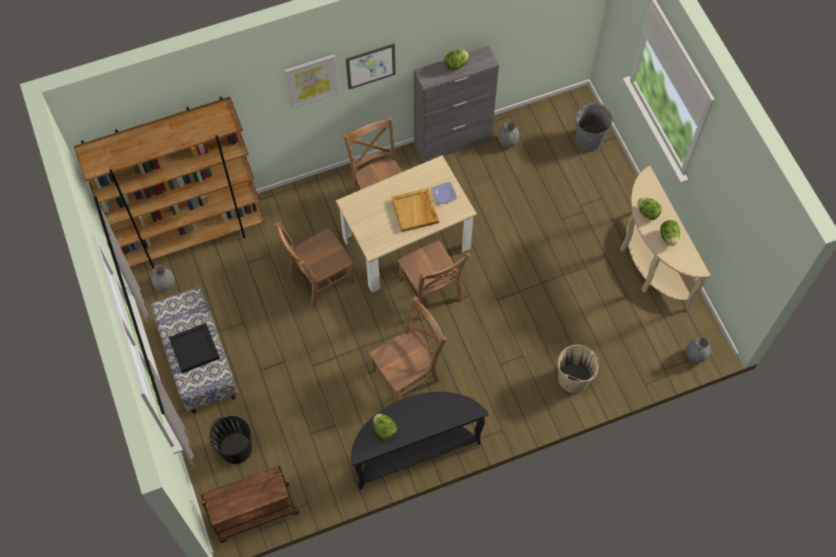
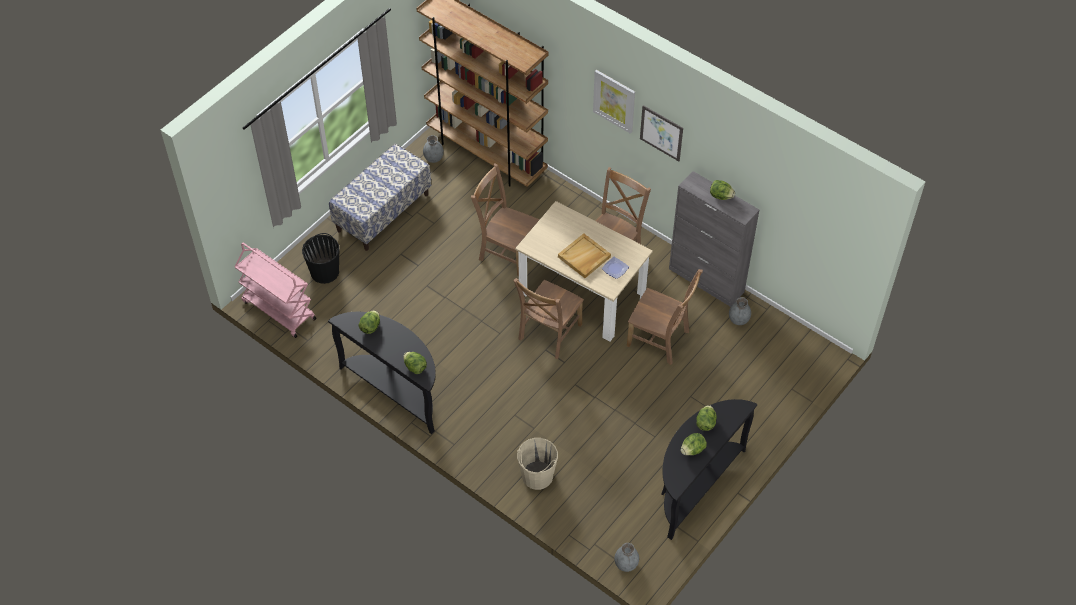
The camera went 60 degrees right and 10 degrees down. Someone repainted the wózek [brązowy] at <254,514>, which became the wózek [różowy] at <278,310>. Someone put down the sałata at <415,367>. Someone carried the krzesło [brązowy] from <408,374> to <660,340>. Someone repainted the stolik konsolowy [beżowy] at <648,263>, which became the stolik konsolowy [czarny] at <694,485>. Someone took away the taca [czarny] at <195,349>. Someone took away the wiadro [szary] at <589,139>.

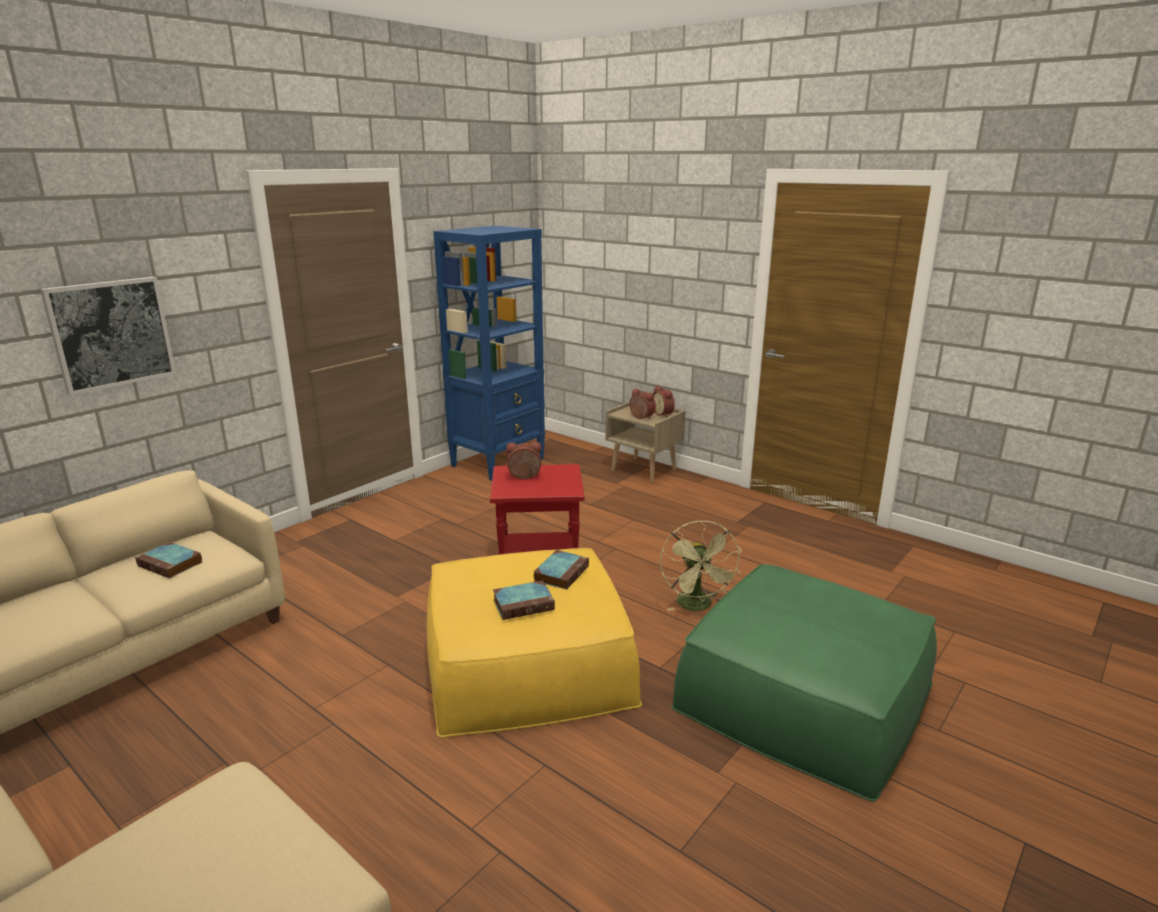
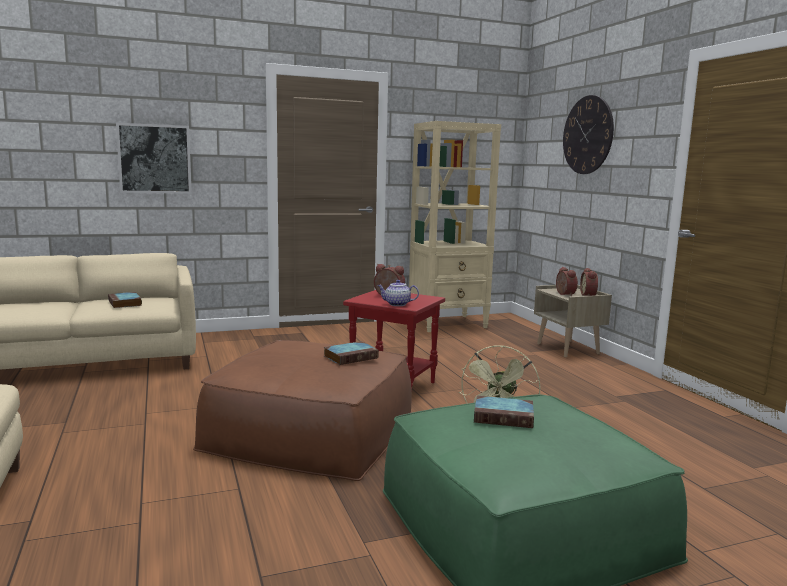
The camera went 30 degrees right and 10 degrees down. Someone repainted the pufa [żółty] at <526,661>, which became the pufa [brązowy] at <311,430>. Someone put down the imbryk at <396,304>. Someone repainted the regał [niebieski] at <498,462>, which became the regał [beżowy] at <448,324>. Someone carried the książka from <524,604> to <505,417>. Someone put up the zegar ścienny at <587,135>.

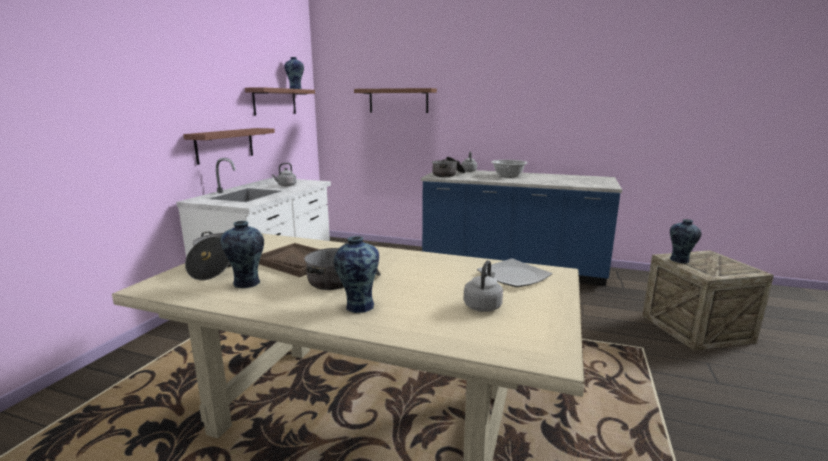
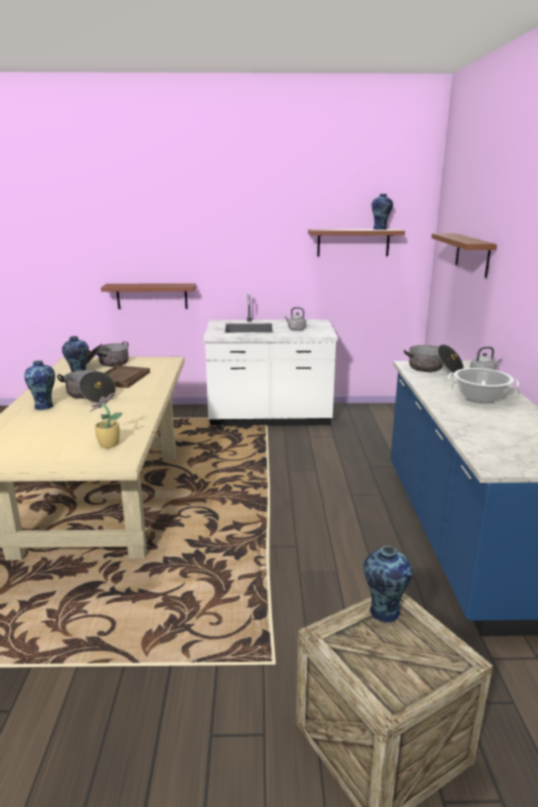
The camera went 70 degrees right and 5 degrees up. Someone swapped the talerz at <514,276> for the roślina doniczkowa at <108,445>. Someone carried the półka [brązowy] from <225,145> to <152,296>. Someone took away the czajnik [szary] at <483,305>.

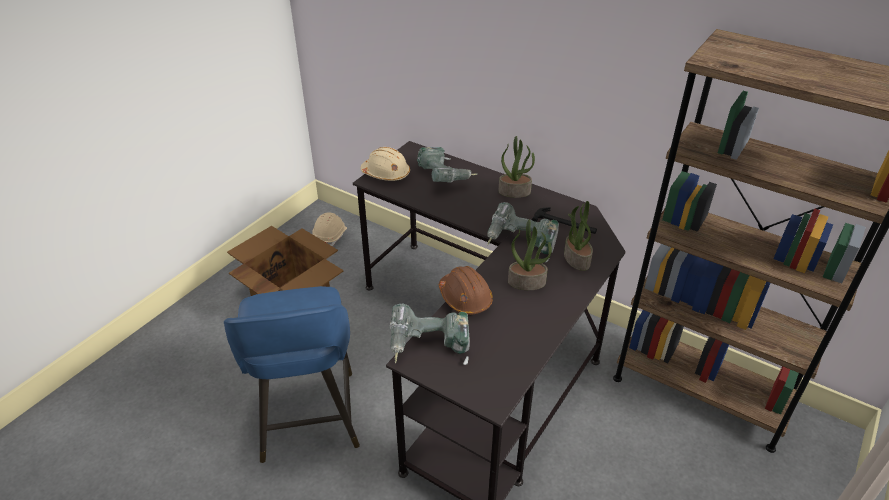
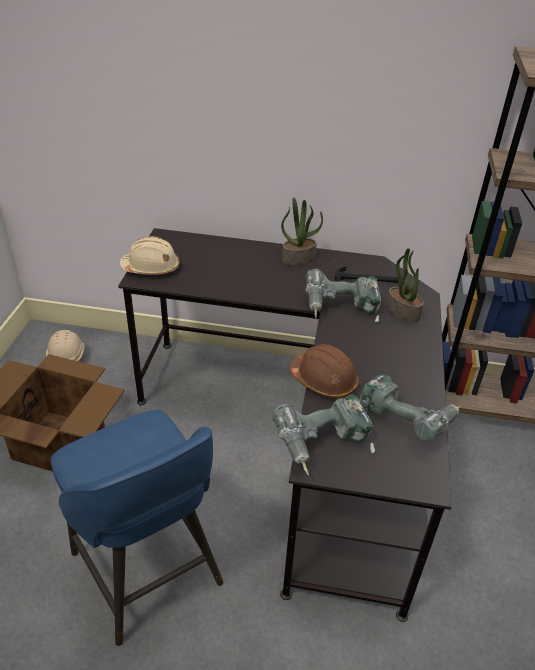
The camera went 25 degrees left and 0 degrees up. Someone carried the wiertarka from <445,177> to <406,419>. Someone took away the roślina doniczkowa at <527,282>.

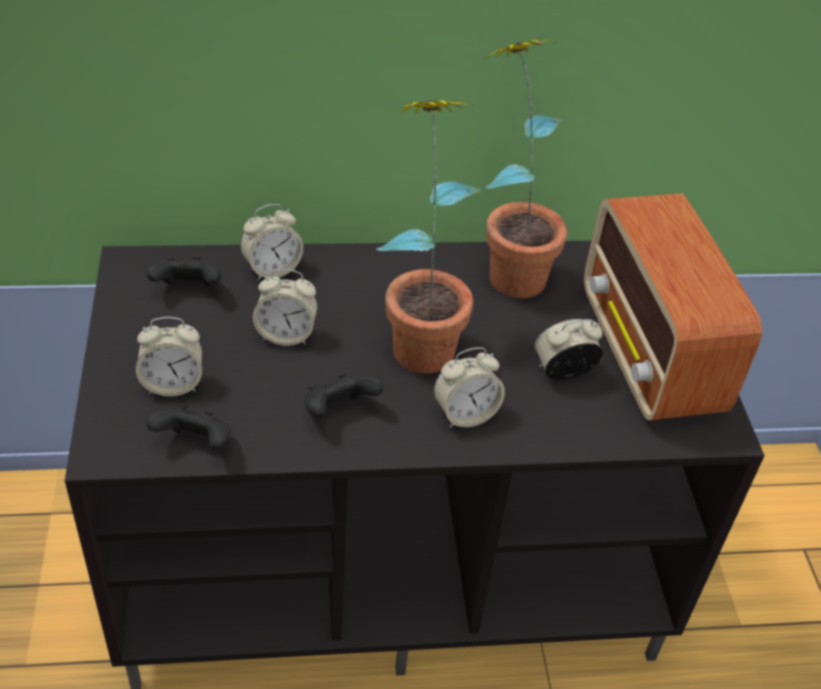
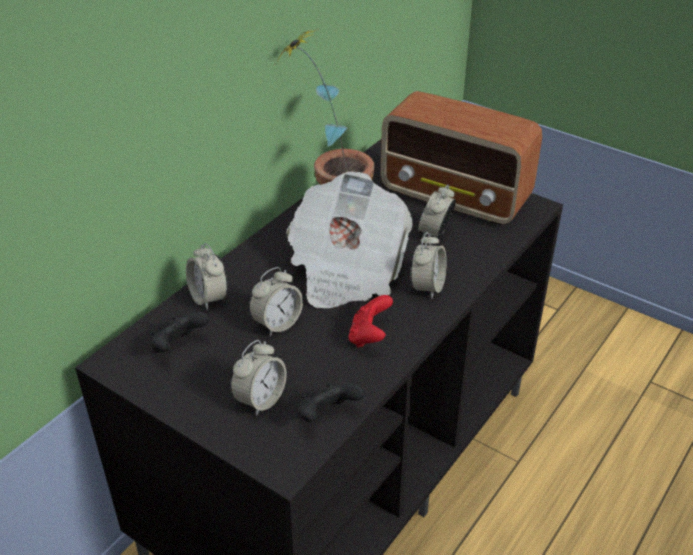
The camera went 45 degrees left and 5 degrees down. Someone rotated the budzik at <272,269> by 135 degrees clockwise. Someone swapped the roślina doniczkowa at <421,337> for the gazeta at <346,269>. Someone repainted the pad do gier [czarny] at <338,411>, which became the pad do gier [czerwony] at <369,336>.

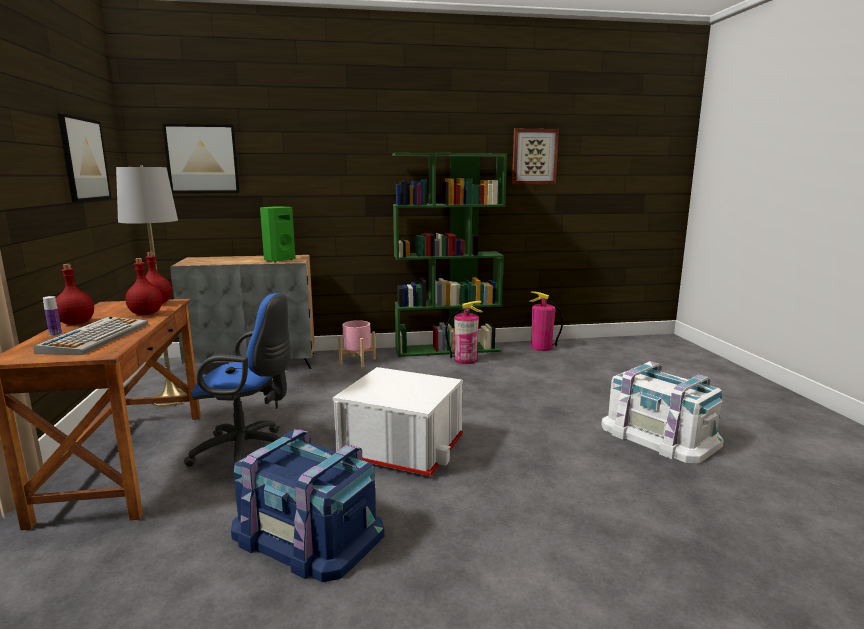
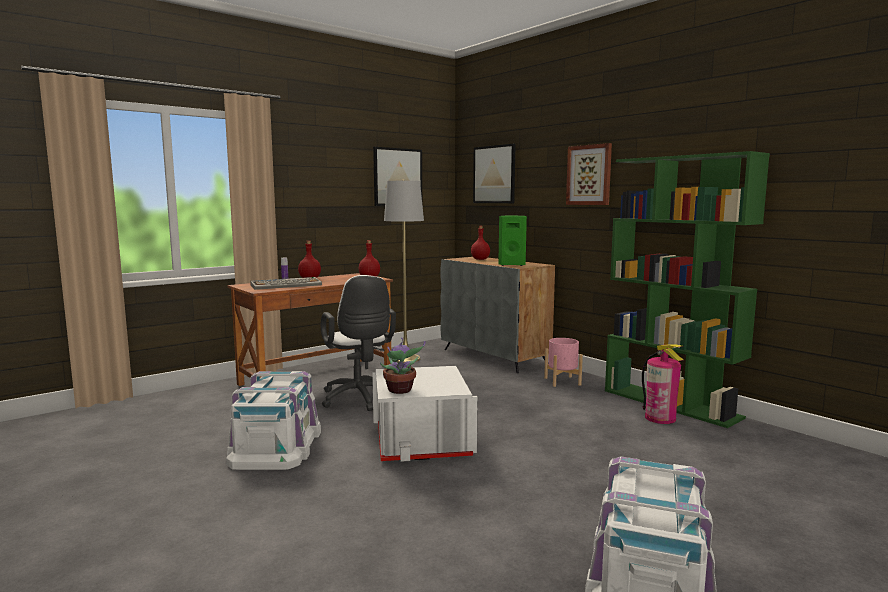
The camera went 60 degrees right and 5 degrees down. Someone repainted the pojemnik do przechowywania [niebieski] at <308,532>, which became the pojemnik do przechowywania [biały] at <277,445>. Someone repainted the krzesło biurowe [niebieski] at <249,452>, which became the krzesło biurowe [biały] at <359,399>. Someone put down the roślina doniczkowa at <400,390>. Someone carried the butelka [czerwony] from <145,314> to <480,259>. Someone carried the obraz from <534,156> to <589,175>. Someone took away the gaśnica at <541,347>.

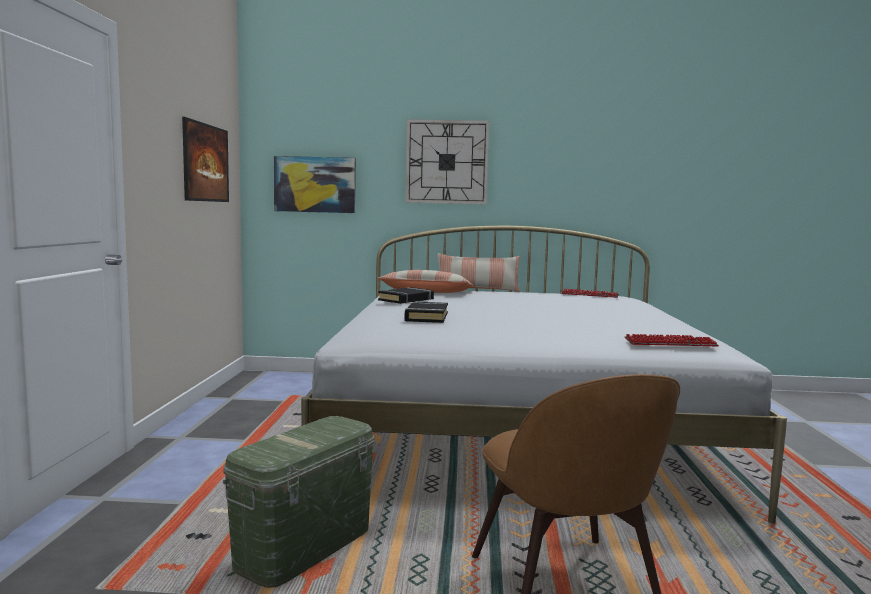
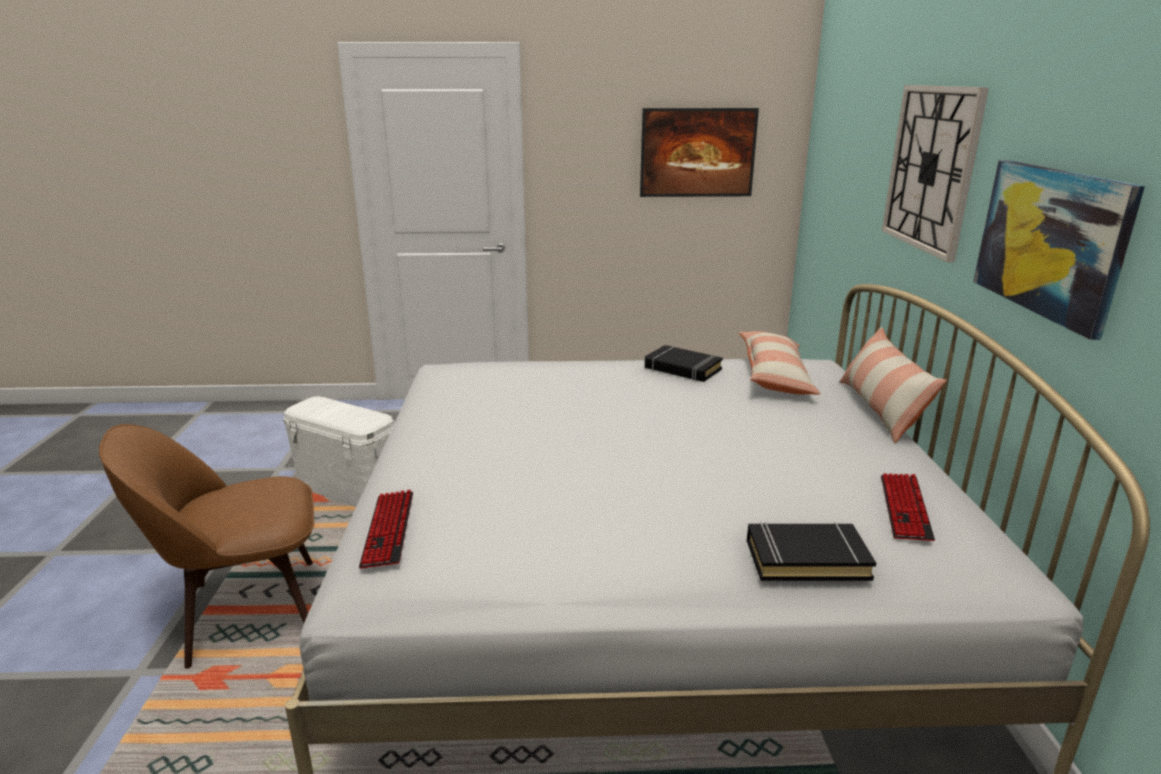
The camera went 85 degrees right and 15 degrees up. Someone repainted the pojemnik do przechowywania [zielony] at <304,548>, which became the pojemnik do przechowywania [biały] at <348,489>. Someone carried the książka [czarny] from <426,317> to <806,559>. Someone carried the obraz from <315,184> to <1050,241>.

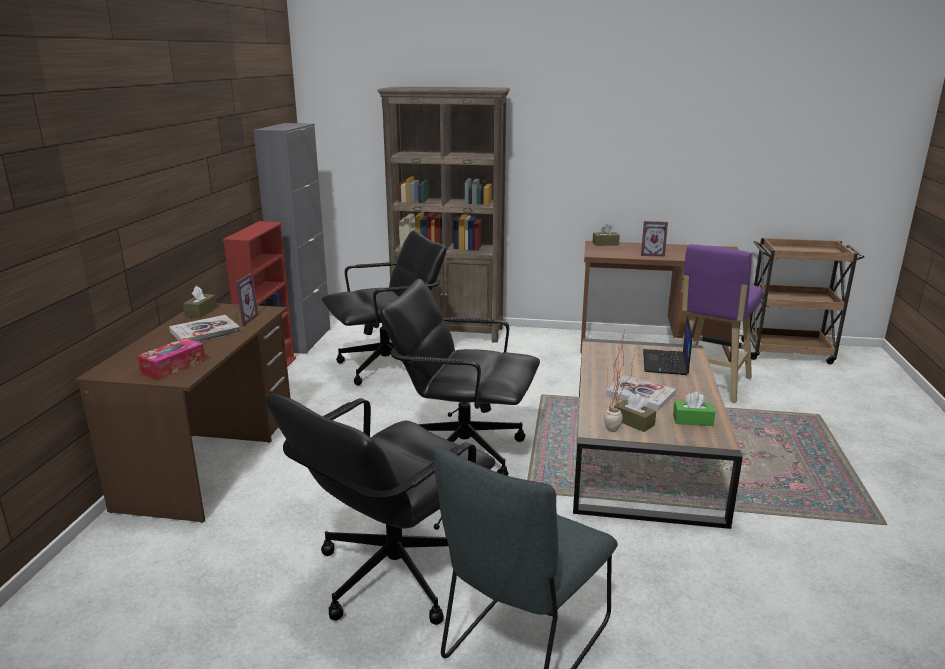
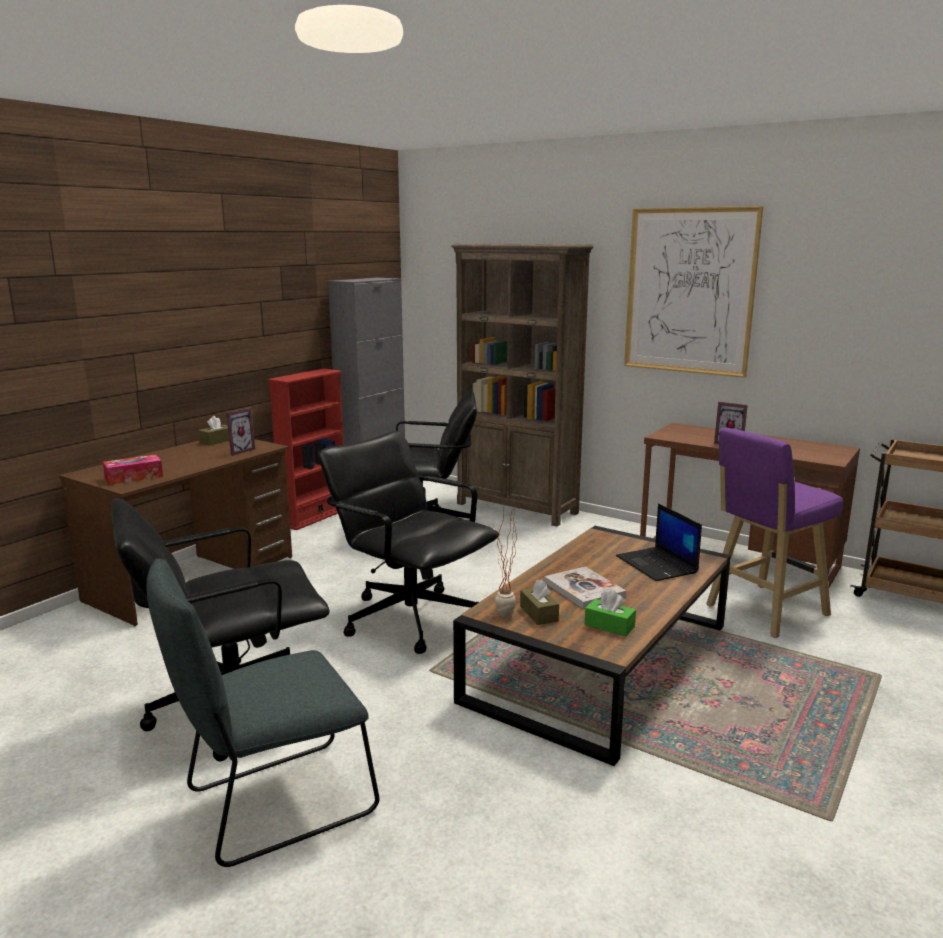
The camera went 25 degrees right and 5 degrees down. Someone rotated the laptop at <666,363> by 60 degrees counterclockwise. Someone put up the obraz at <689,291>. Someone took away the książka at <205,332>. Someone took away the pudełko chusteczek [brązowy] at <605,244>.

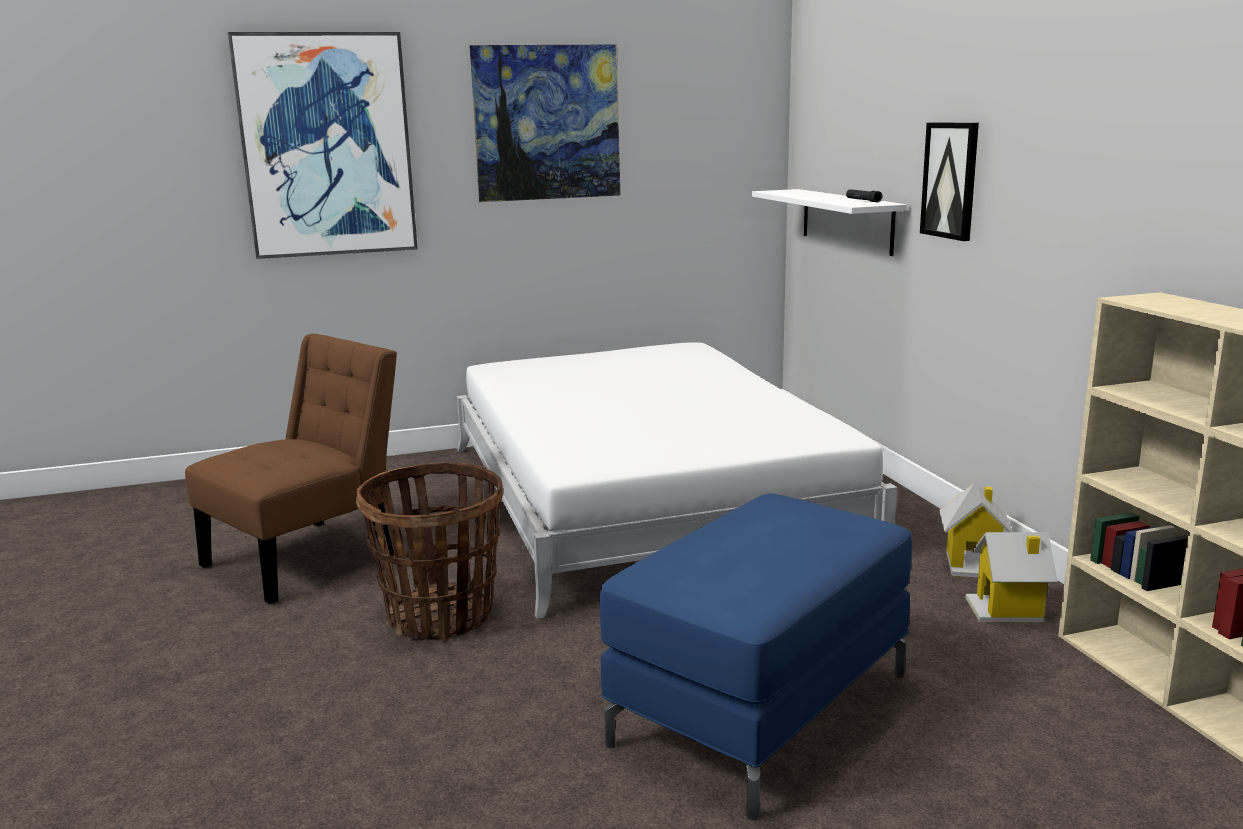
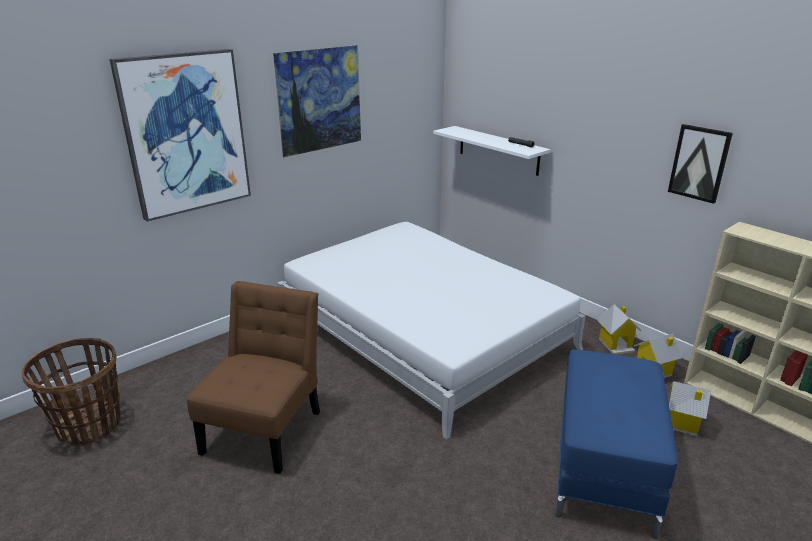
The camera went 25 degrees left and 10 degrees up. Someone carried the koszyk from <441,616> to <89,425>. Someone carried the obraz from <950,180> to <699,163>. Someone put down the domek at <680,423>.

